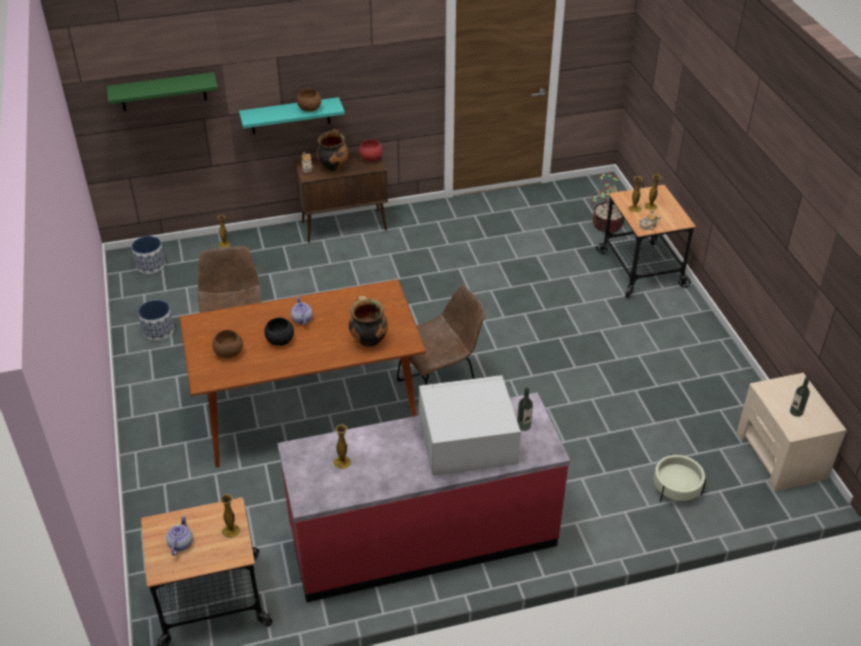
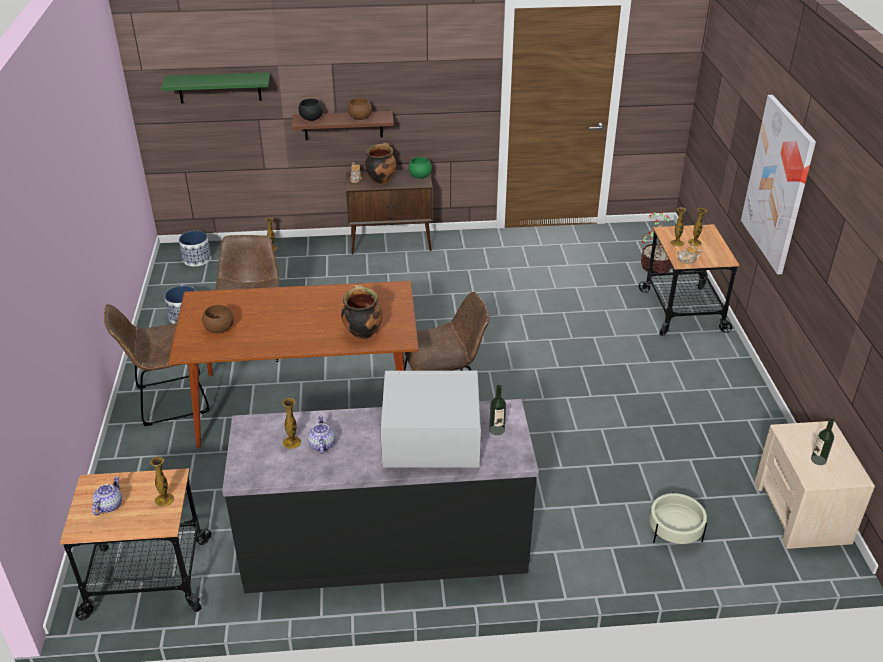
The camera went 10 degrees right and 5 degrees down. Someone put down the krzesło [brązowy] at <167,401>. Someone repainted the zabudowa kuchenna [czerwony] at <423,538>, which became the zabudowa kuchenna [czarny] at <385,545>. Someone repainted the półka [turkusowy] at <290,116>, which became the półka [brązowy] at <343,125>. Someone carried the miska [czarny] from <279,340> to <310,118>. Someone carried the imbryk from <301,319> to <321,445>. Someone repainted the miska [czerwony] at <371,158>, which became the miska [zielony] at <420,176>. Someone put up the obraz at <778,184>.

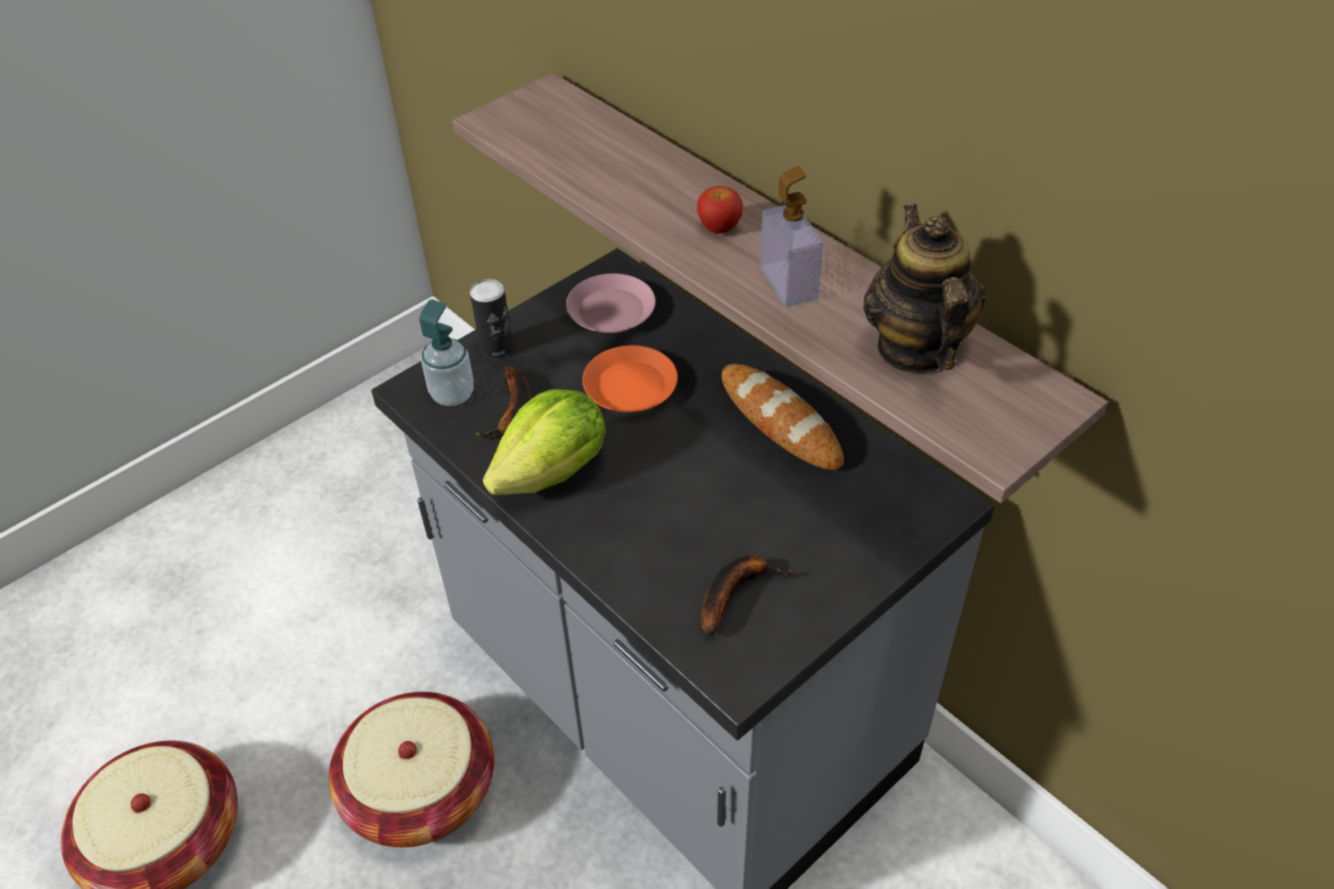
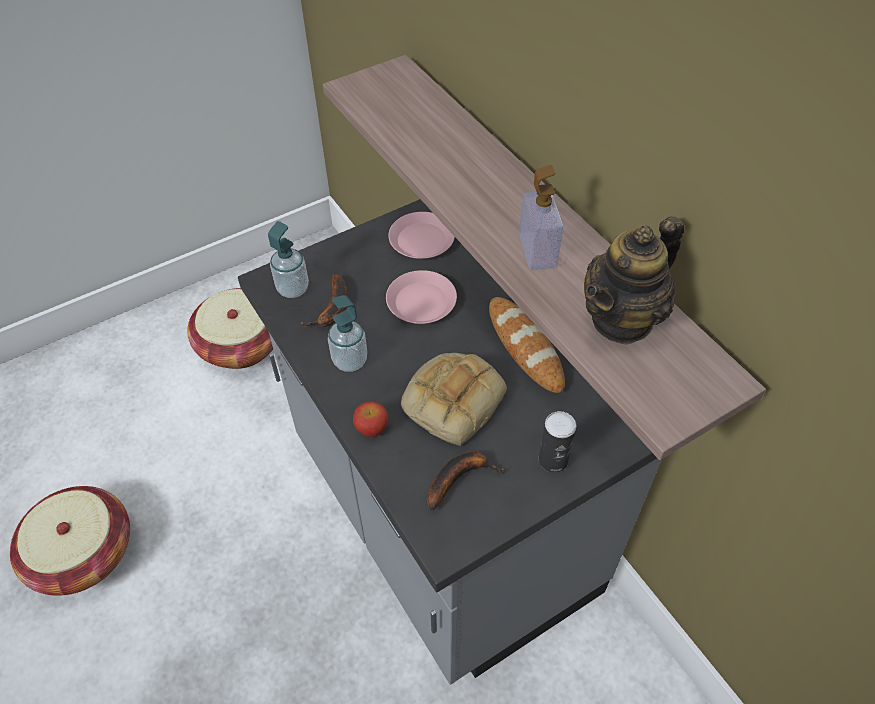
The camera went 10 degrees right and 5 degrees up. Someone carried the koszyk from <420,790> to <241,344>. Someone swapped the sałata at <553,472> for the dozownik mydła at <350,361>. Someone carried the jabłko from <719,228> to <372,429>. Someone repainted the talerz [pomarańczowy] at <630,387>, which became the talerz [różowy] at <421,302>. Someone put down the chleb at <453,399>. Someone carried the puszka from <496,347> to <553,460>. Someone rotated the imbryk at <915,348> by 135 degrees counterclockwise.

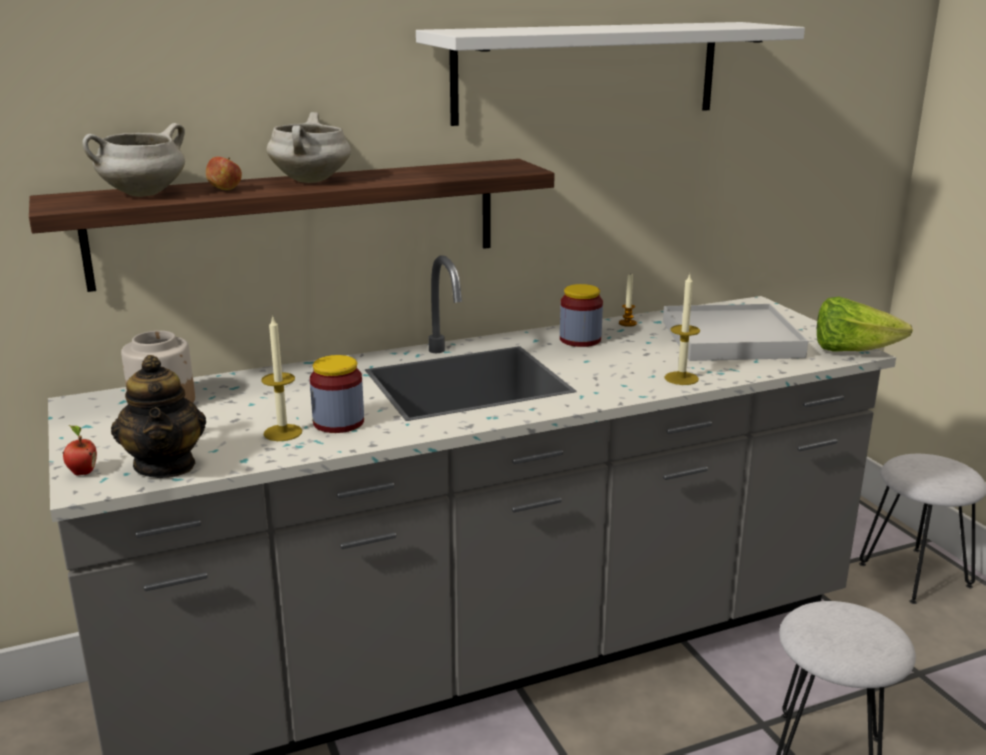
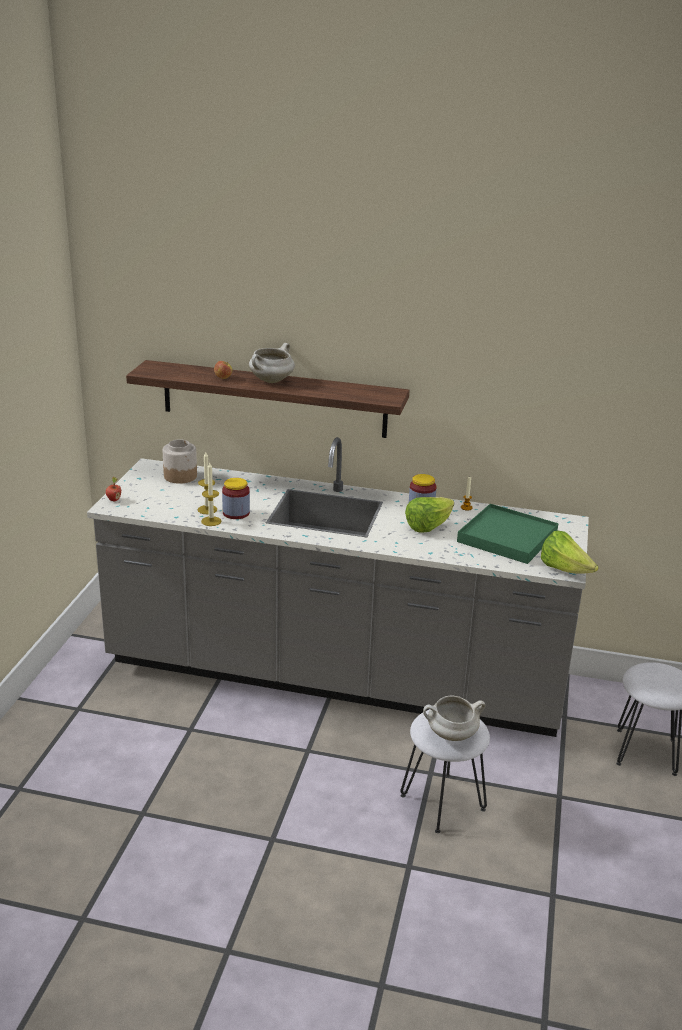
The camera went 35 degrees right and 5 degrees up. Someone carried the świeca from <681,378> to <211,521>. Someone put down the sałata at <428,526>. Someone carried the garnek [biały] from <143,194> to <451,735>. Someone repainted the taca [biały] at <730,339>, which became the taca [zielony] at <507,537>. Someone took away the imbryk at <166,465>. Someone took away the półka [biały] at <587,72>.

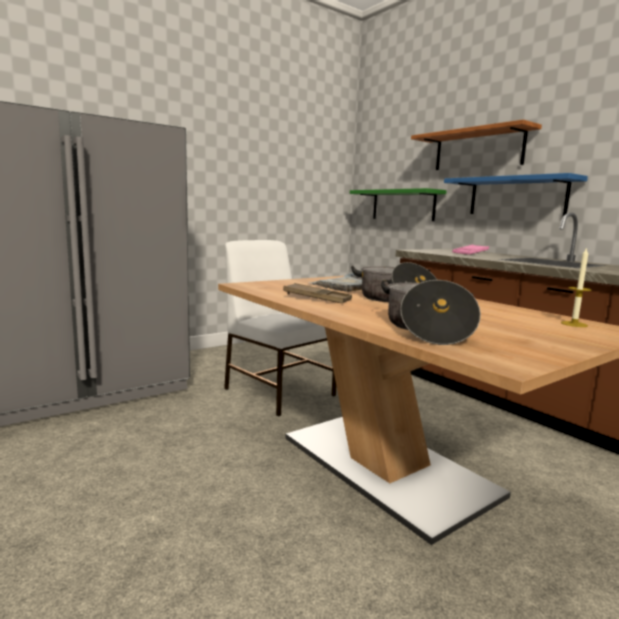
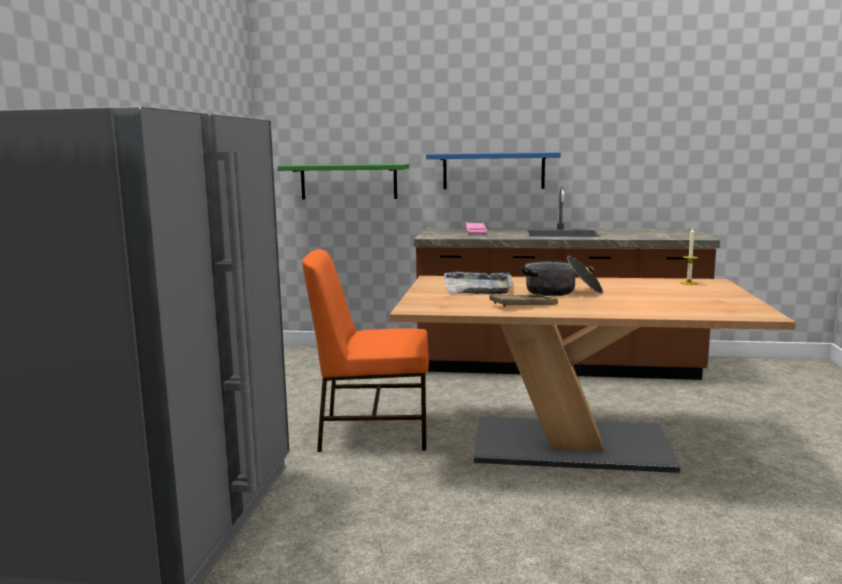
The camera went 45 degrees left and 0 degrees up. Someone repainted the krzesło [biały] at <279,391>, which became the krzesło [pomarańczowy] at <372,431>. Someone took away the garnek at <426,329>. Someone took away the półka at <478,150>.

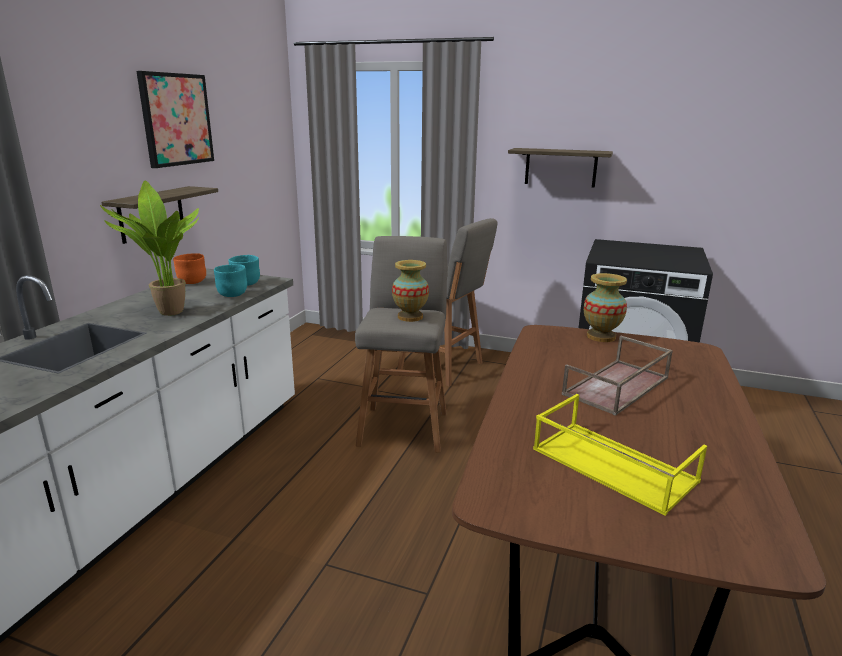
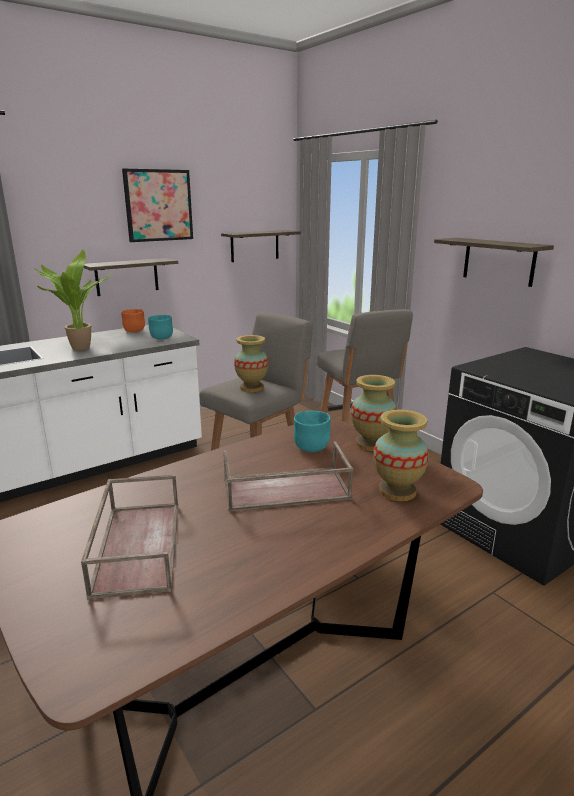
The camera went 35 degrees right and 0 degrees up. Someone repainted the taca [żółty] at <610,465>, which became the taca [brązowy] at <136,545>. Someone put up the półka at <255,246>. Someone carried the miska [turkusowy] from <232,294> to <311,447>. Someone put down the wazon at <397,491>.

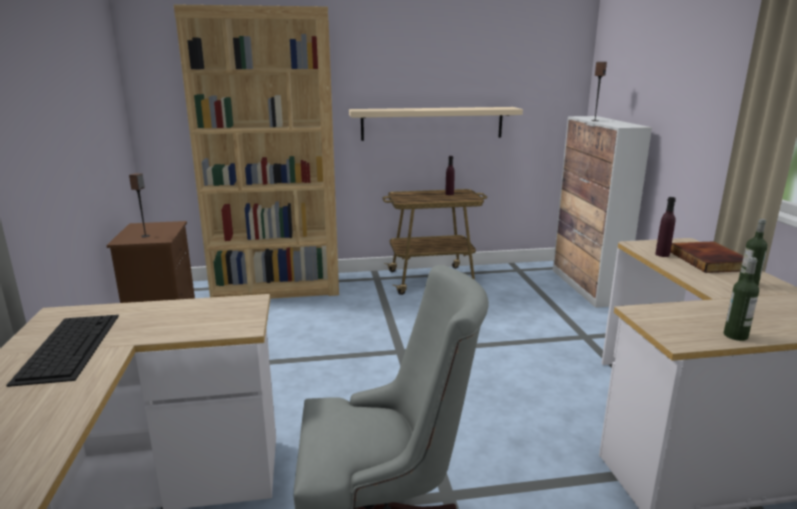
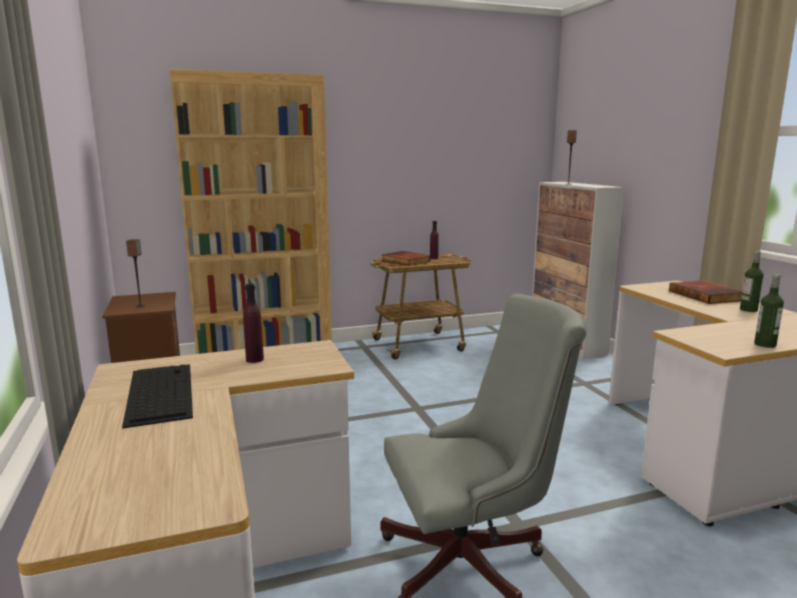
The camera went 10 degrees left and 5 degrees down. Someone carried the butelka [fioletowy] from <662,254> to <254,359>. Someone put down the książka at <404,261>. Someone took away the półka [beżowy] at <432,123>.

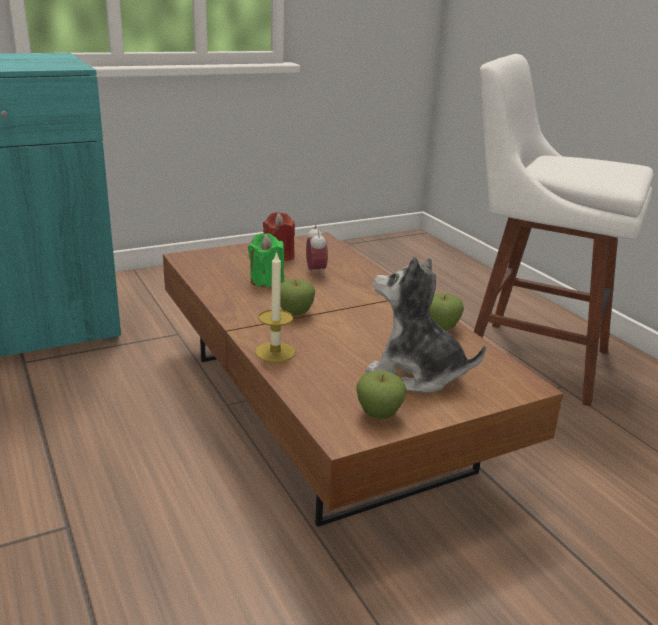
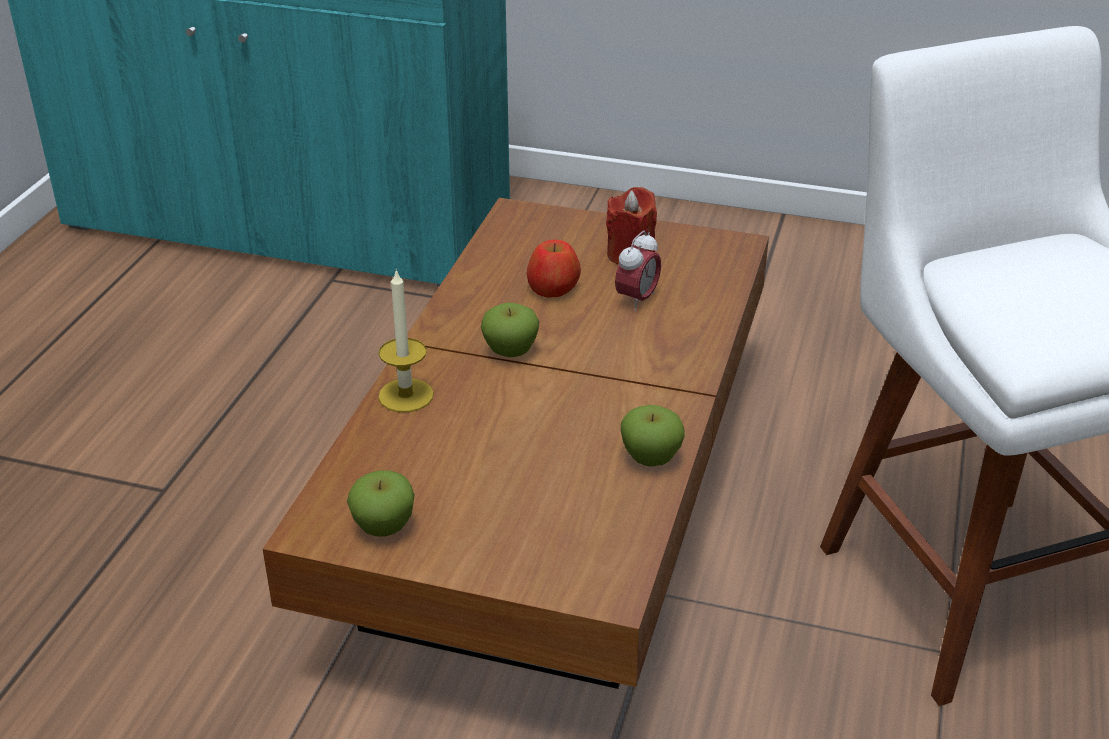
The camera went 45 degrees right and 10 degrees up. Someone swapped the świeca [zielony] at <266,281> for the jabłko at <553,289>. Someone took away the pluszak at <416,373>.

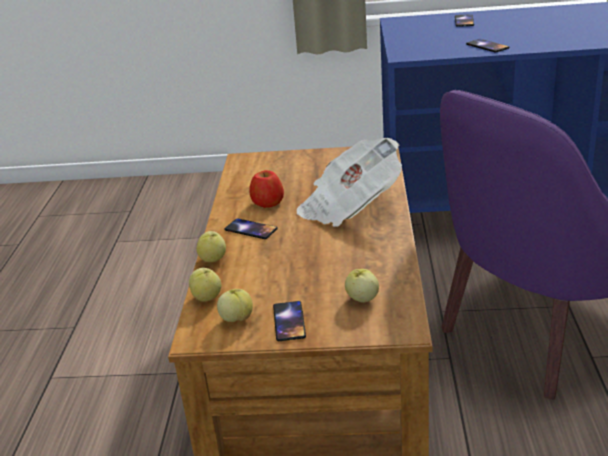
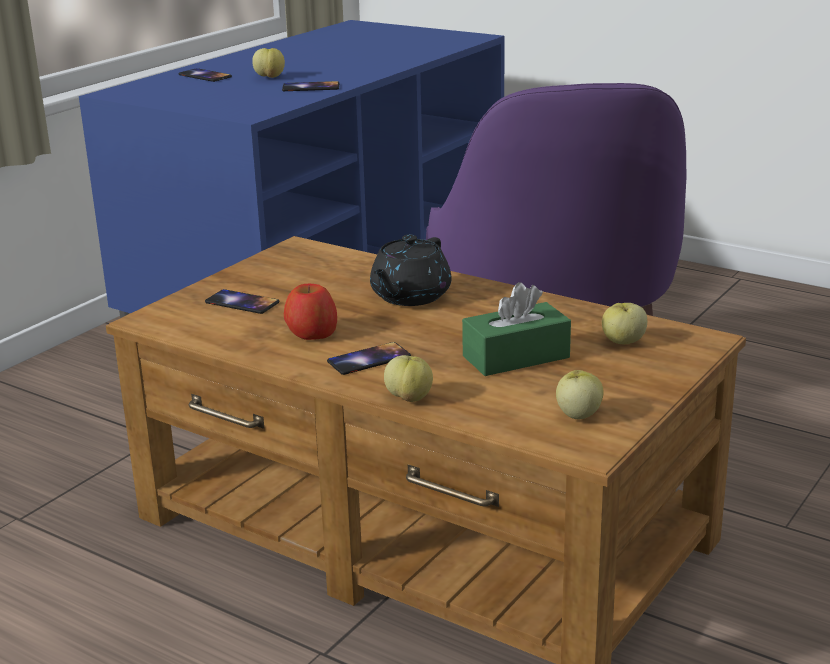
The camera went 60 degrees left and 5 degrees down. Someone carried the telefon from <289,321> to <242,302>. Someone carried the jabłko from <207,297> to <270,77>. Someone swapped the gazeta at <349,207> for the imbryk [czarny] at <409,296>. Someone put down the pudełko chusteczek [zielony] at <516,357>.

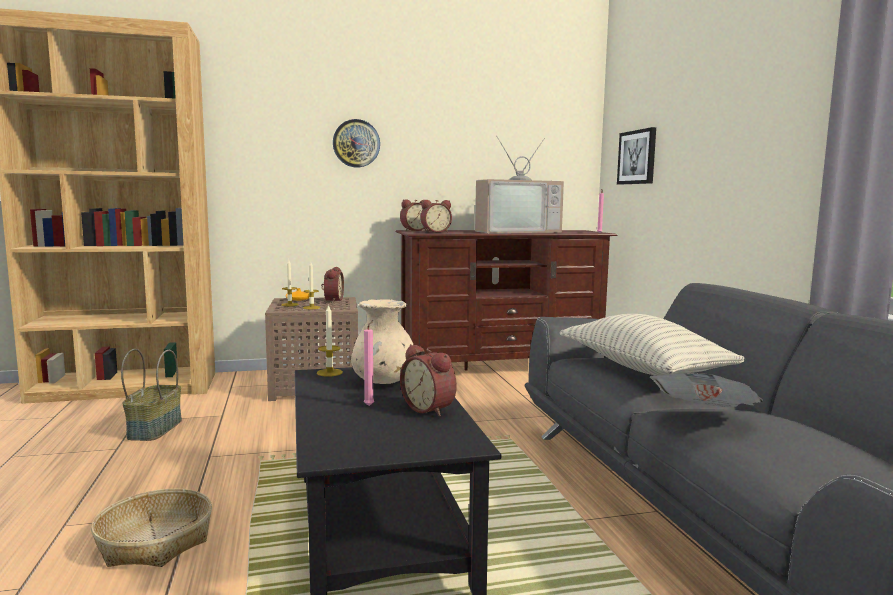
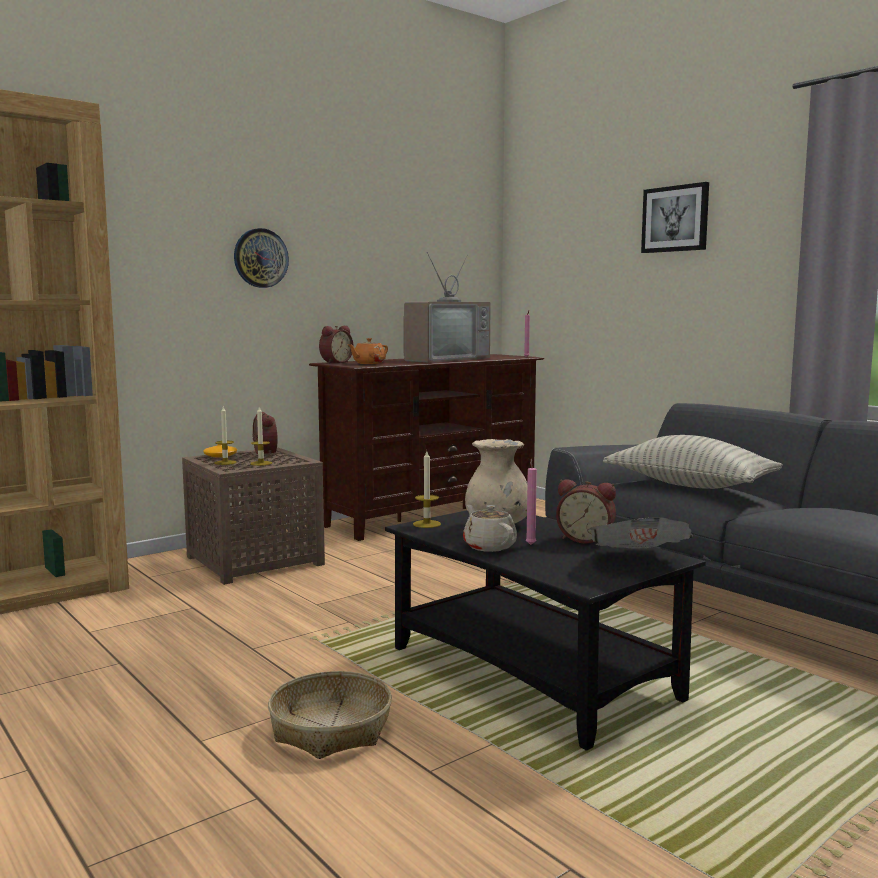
The camera went 25 degrees left and 0 degrees up. Someone swapped the budzik at <435,232> for the imbryk [pomarańczowy] at <368,363>. Someone put down the imbryk [beżowy] at <489,546>. Someone carried the gazeta from <704,419> to <639,562>. Someone carried the obraz from <637,157> to <675,219>. Someone took away the koszyk at <154,429>.

